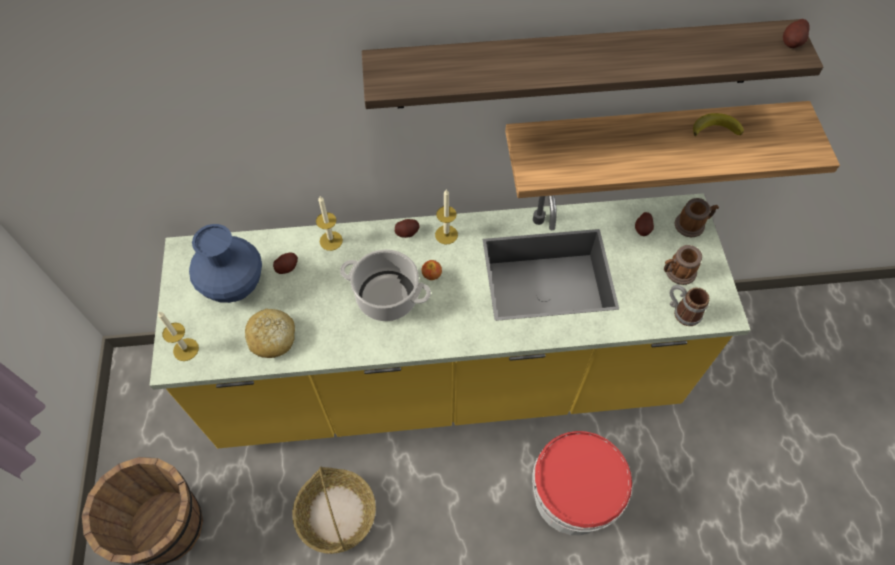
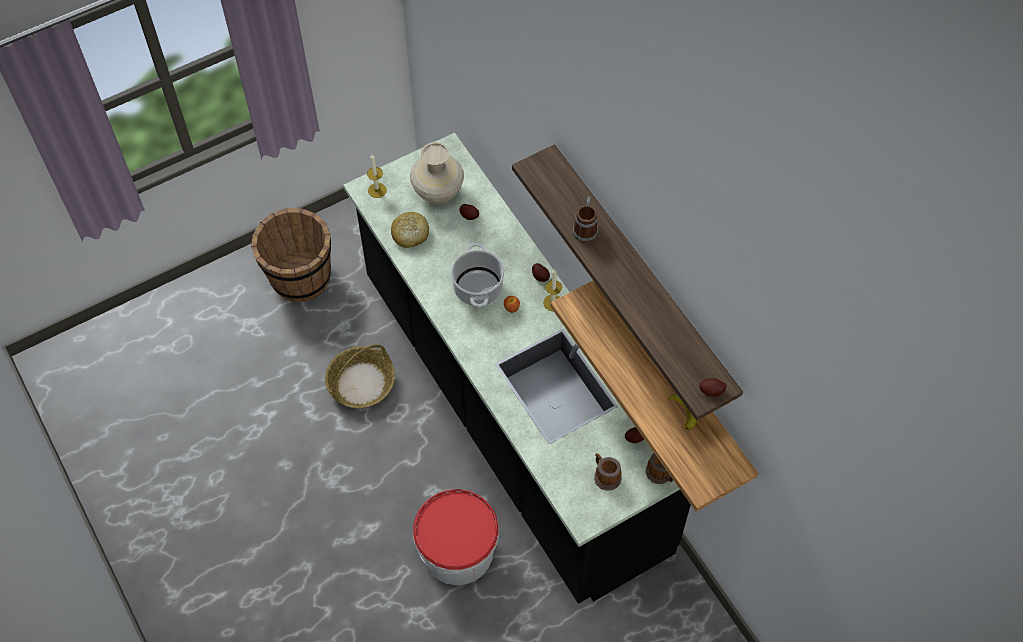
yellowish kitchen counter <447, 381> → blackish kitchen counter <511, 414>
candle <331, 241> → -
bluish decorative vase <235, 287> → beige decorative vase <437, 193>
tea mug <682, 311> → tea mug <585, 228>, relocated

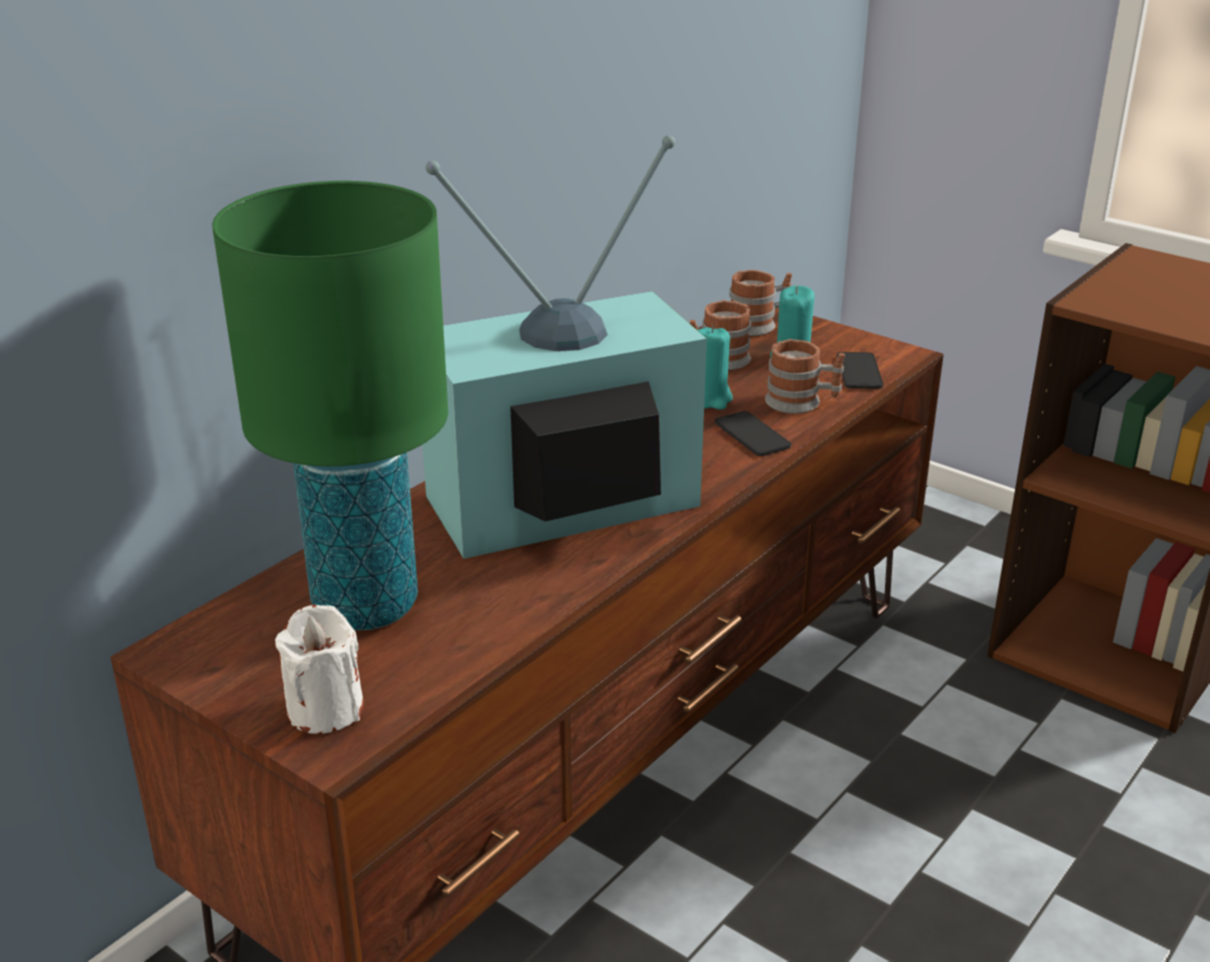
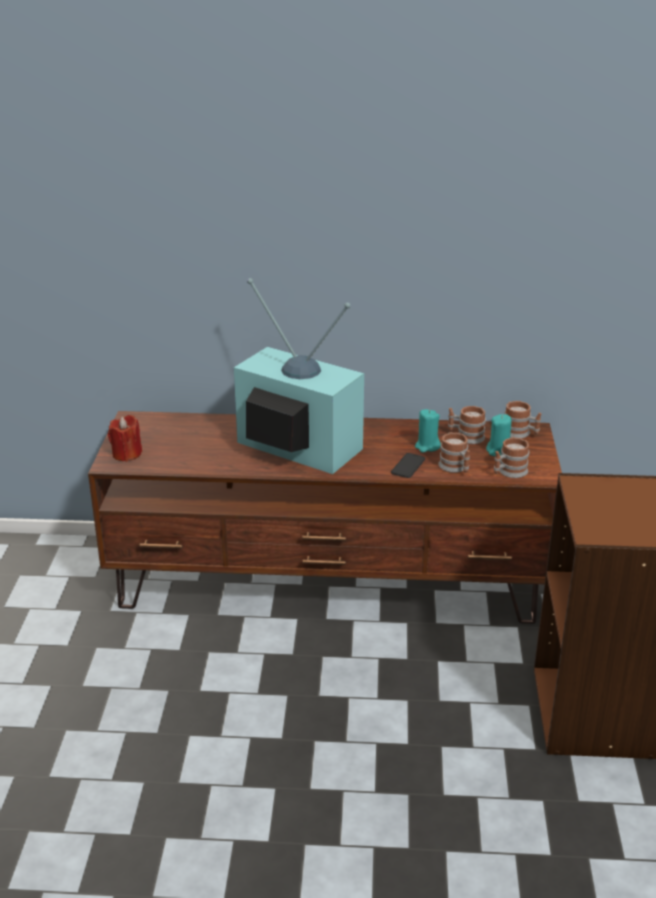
green-coloured lamp for a table <366, 605> → -
telephone <859, 371> → tea mug <509, 472>
white candle <325, 709> → reddish candle <127, 454>

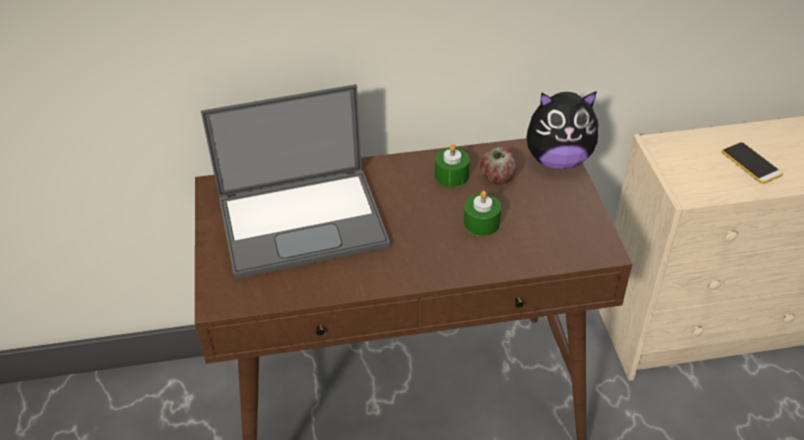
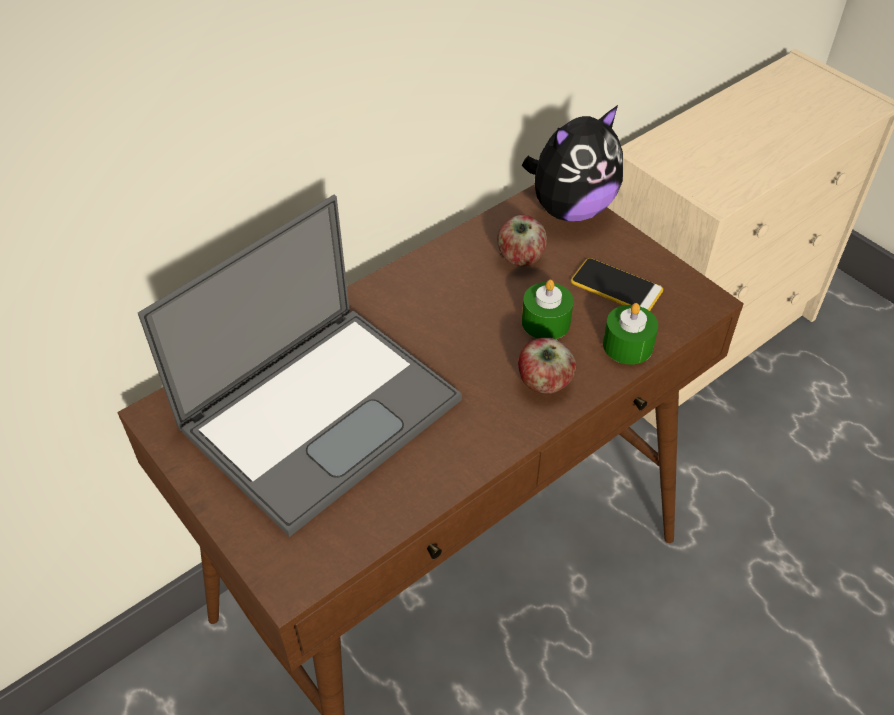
telephone <751, 163> → telephone <616, 286>, relocated
green-coloured candle <451, 176> → green-coloured candle <627, 345>, relocated
- → whole apple <544, 383>

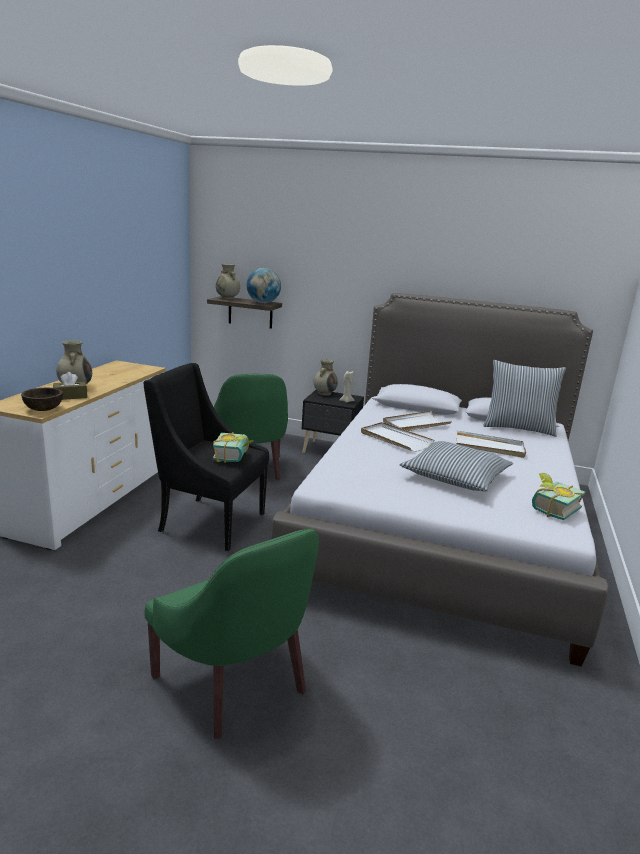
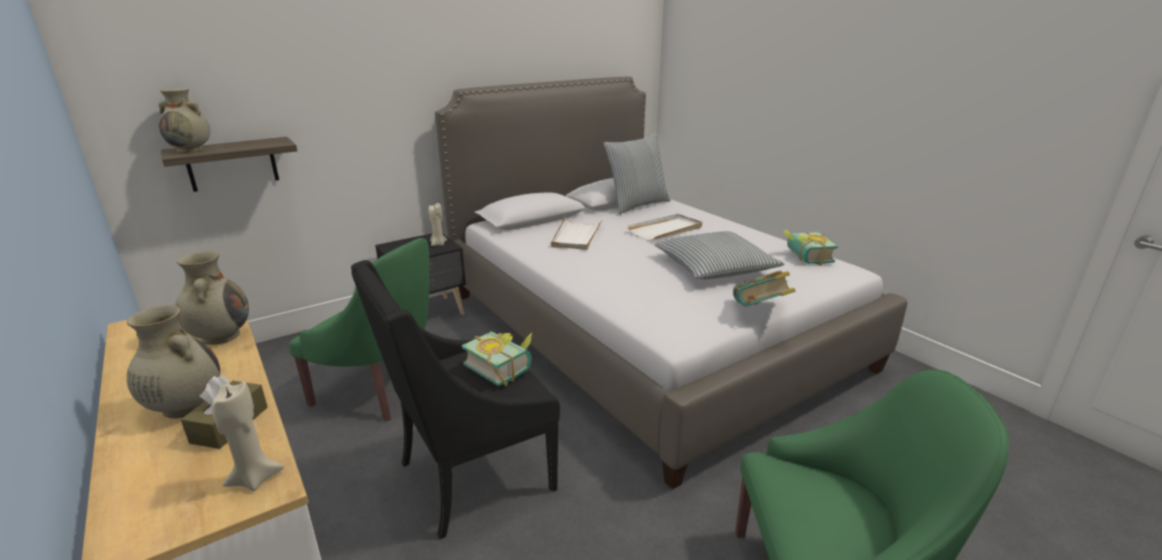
globe <263, 303> → -
beige decorative vase <324, 393> → beige decorative vase <221, 335>, relocated
brown deep dish <44, 409> → beige candle <254, 478>
white serving tray <395, 439> → -
- → bound book <760, 311>

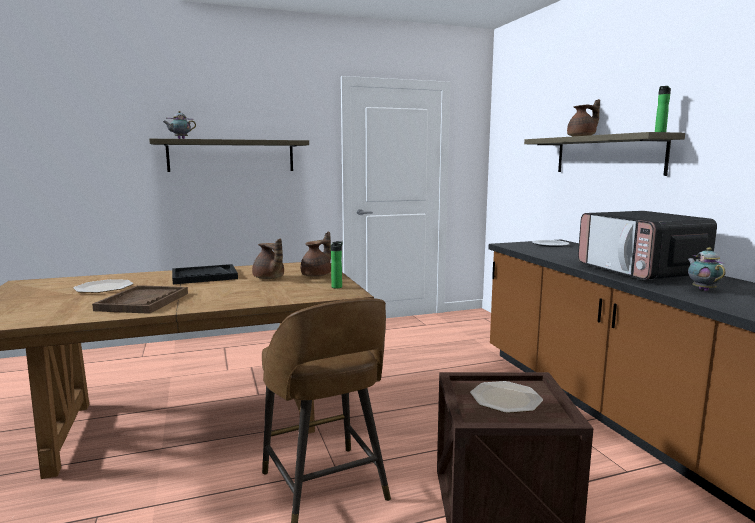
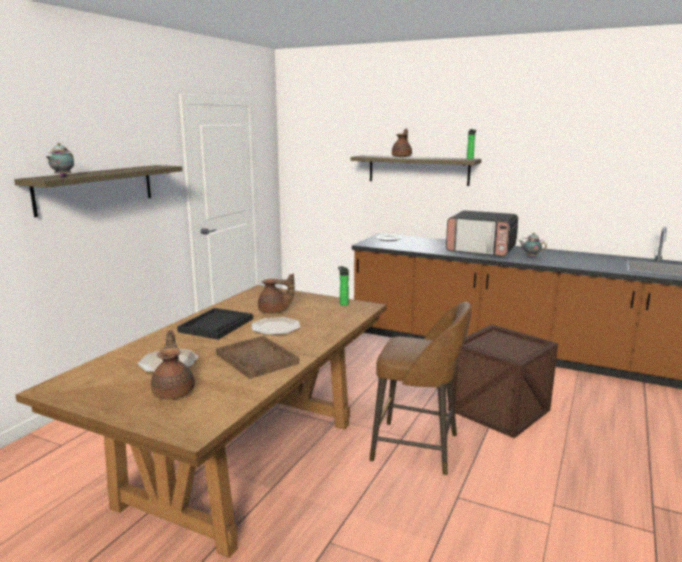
brown pot for tea <317, 275> → brown pot for tea <174, 392>, relocated
flat dish <506, 398> → flat dish <276, 327>, relocated

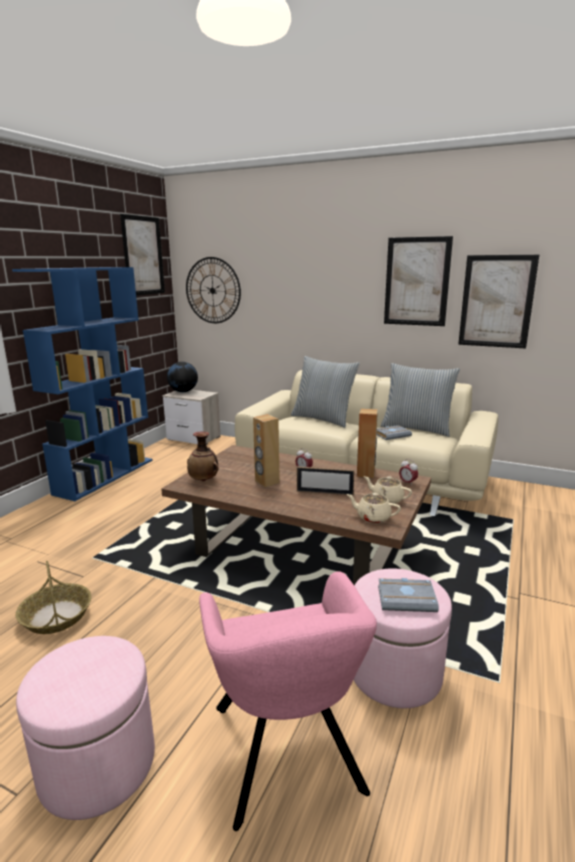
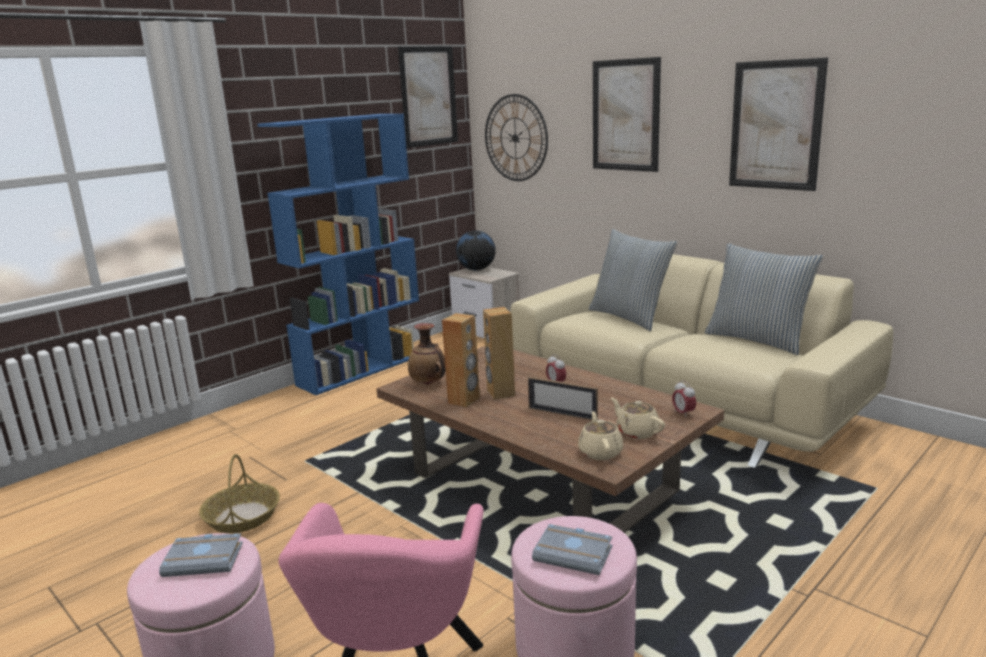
picture <496, 301> → picture <625, 115>, relocated
brown loudspeaker <366, 473> → brown loudspeaker <464, 400>, relocated
gray bound book <392, 435> → gray bound book <205, 559>, relocated
beige pot for tea <372, 517> → beige pot for tea <600, 452>, 45 degrees clockwise

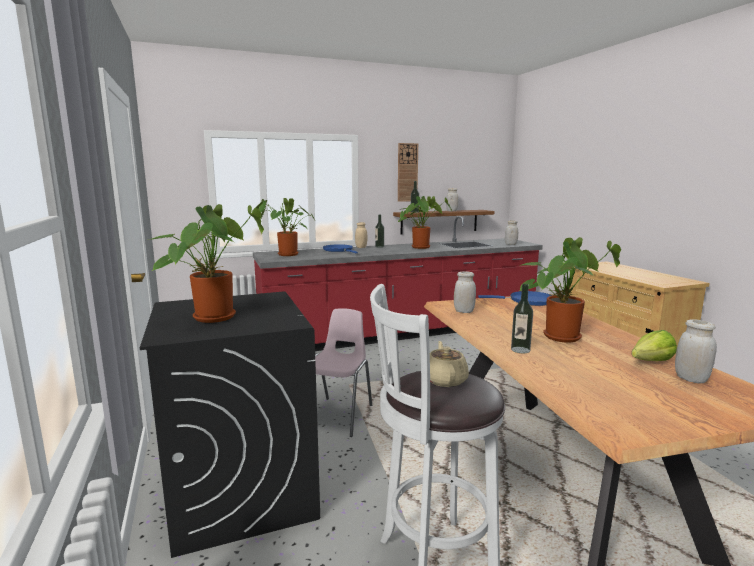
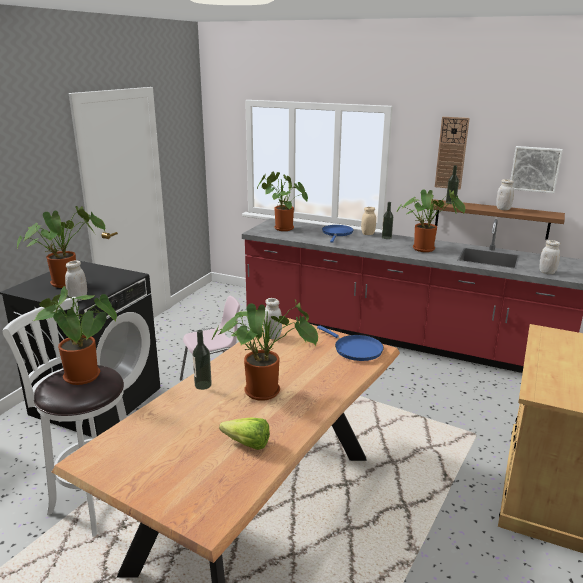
white preserve jar <691, 379> → white preserve jar <78, 298>, relocated
beige pot for tea <445, 380> → potted plant <86, 377>
- → picture <535, 169>

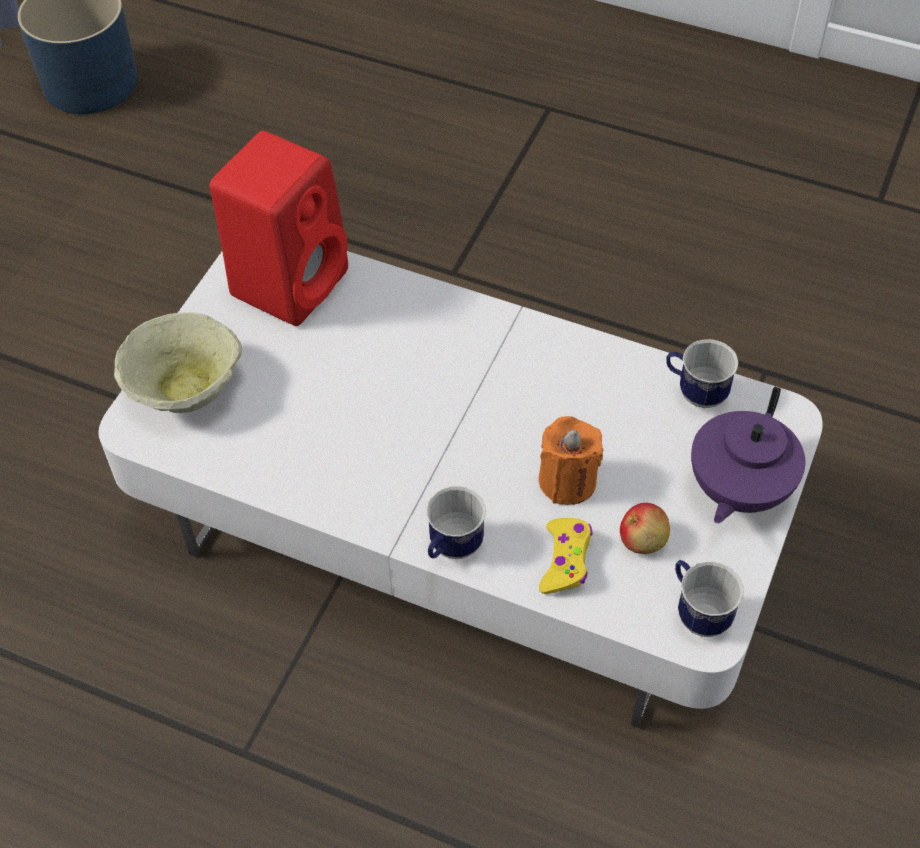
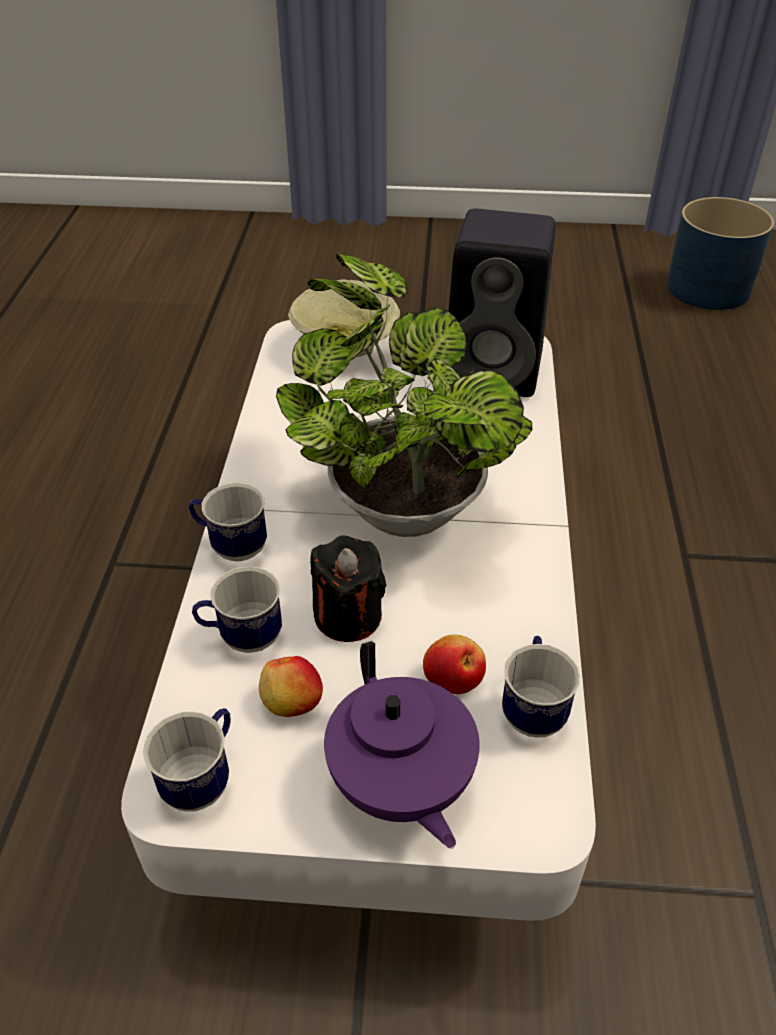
reddish loudspeaker <291, 280> → blackish loudspeaker <497, 370>
purplish pot for tea <737, 490> → purplish pot for tea <400, 785>, 120 degrees counterclockwise
orangey candle <567, 481> → blackish candle <348, 616>
yellowish joypad <565, 560> → tea mug <242, 638>
- → potted plant <399, 503>
- → whole apple <453, 678>

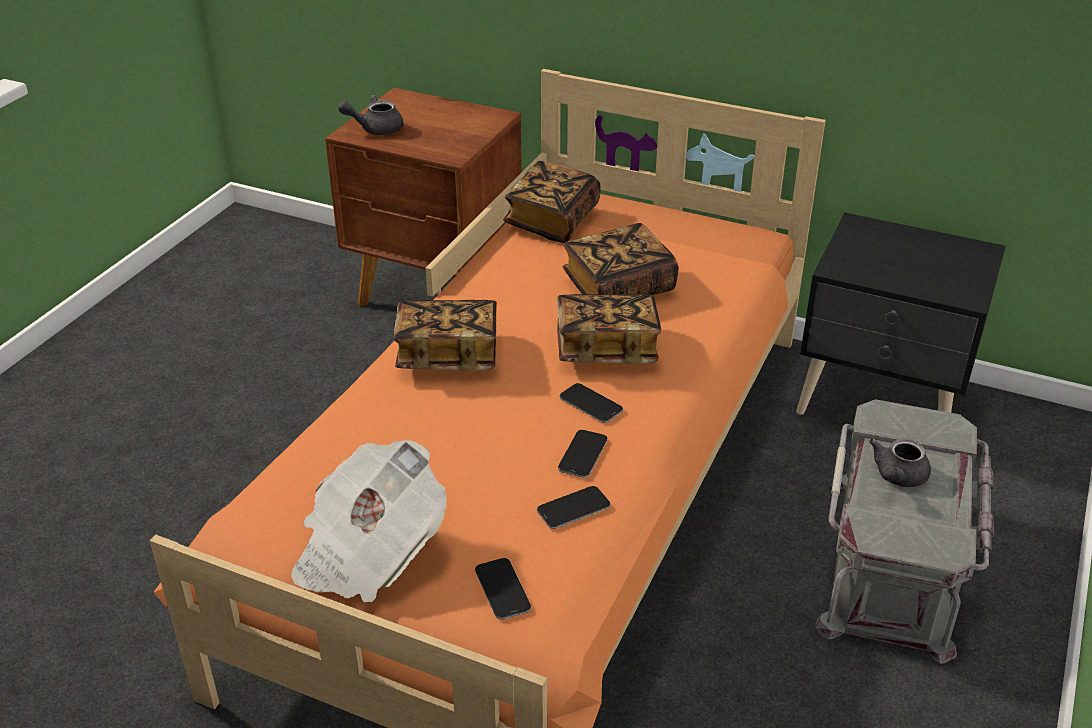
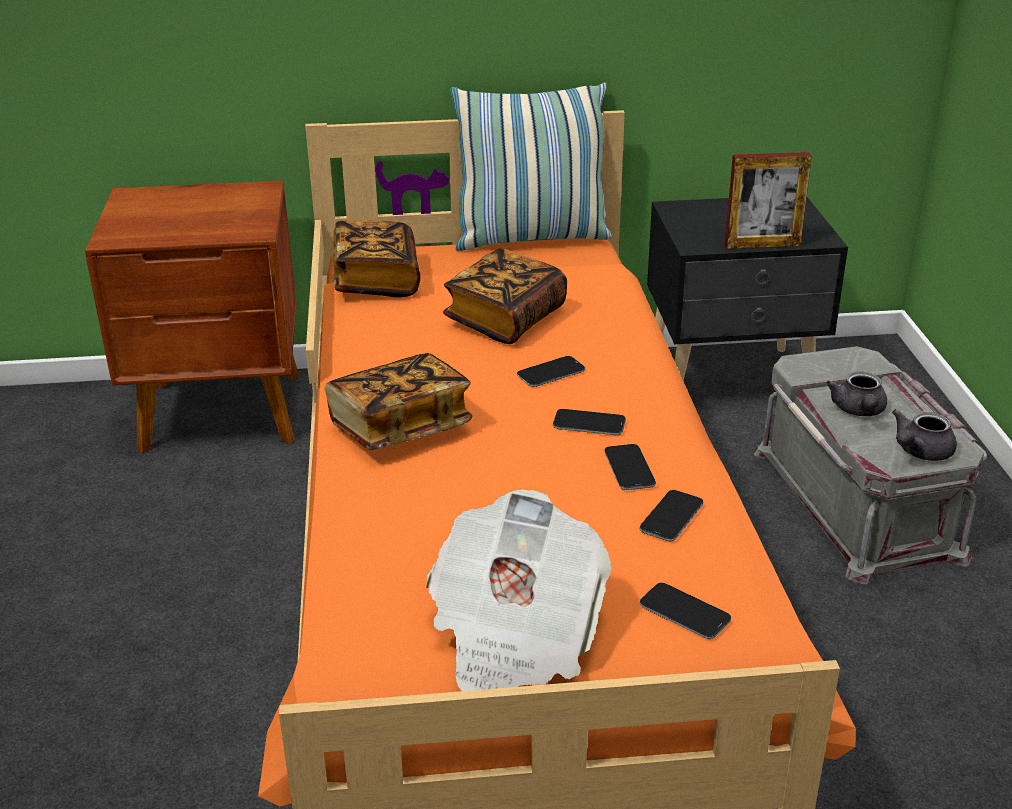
gray pot for tea <375, 129> → gray pot for tea <919, 452>, relocated
bound book <606, 349> → telephone <551, 373>
- → cushion <531, 238>
- → photo frame <762, 245>

